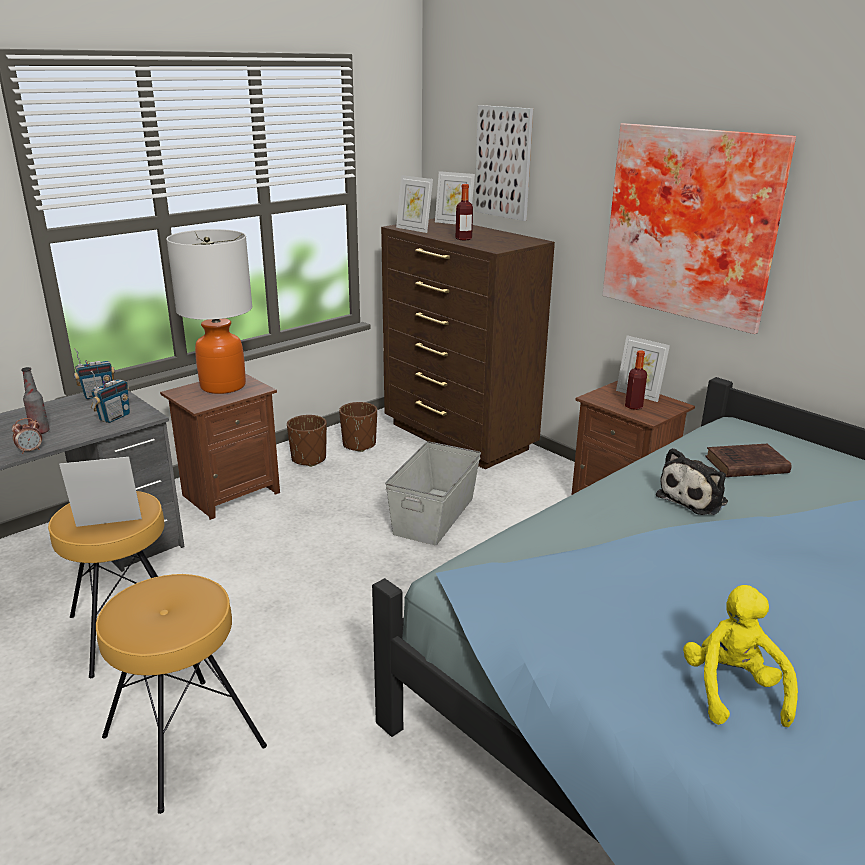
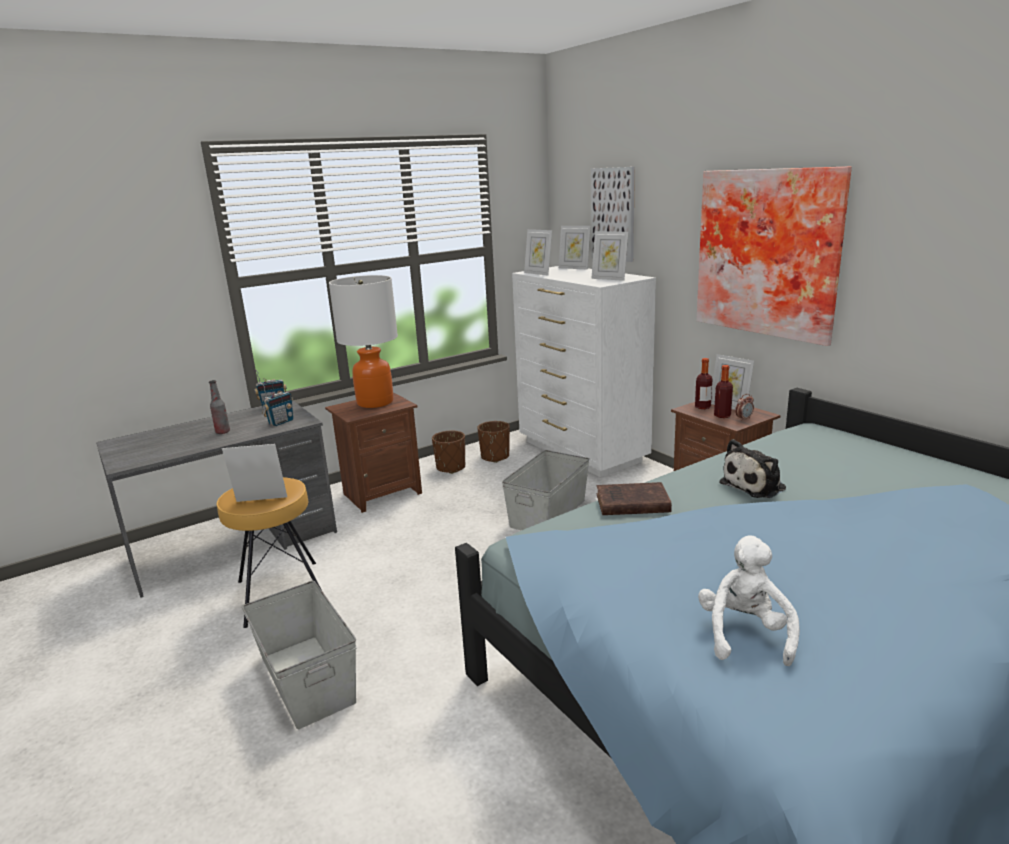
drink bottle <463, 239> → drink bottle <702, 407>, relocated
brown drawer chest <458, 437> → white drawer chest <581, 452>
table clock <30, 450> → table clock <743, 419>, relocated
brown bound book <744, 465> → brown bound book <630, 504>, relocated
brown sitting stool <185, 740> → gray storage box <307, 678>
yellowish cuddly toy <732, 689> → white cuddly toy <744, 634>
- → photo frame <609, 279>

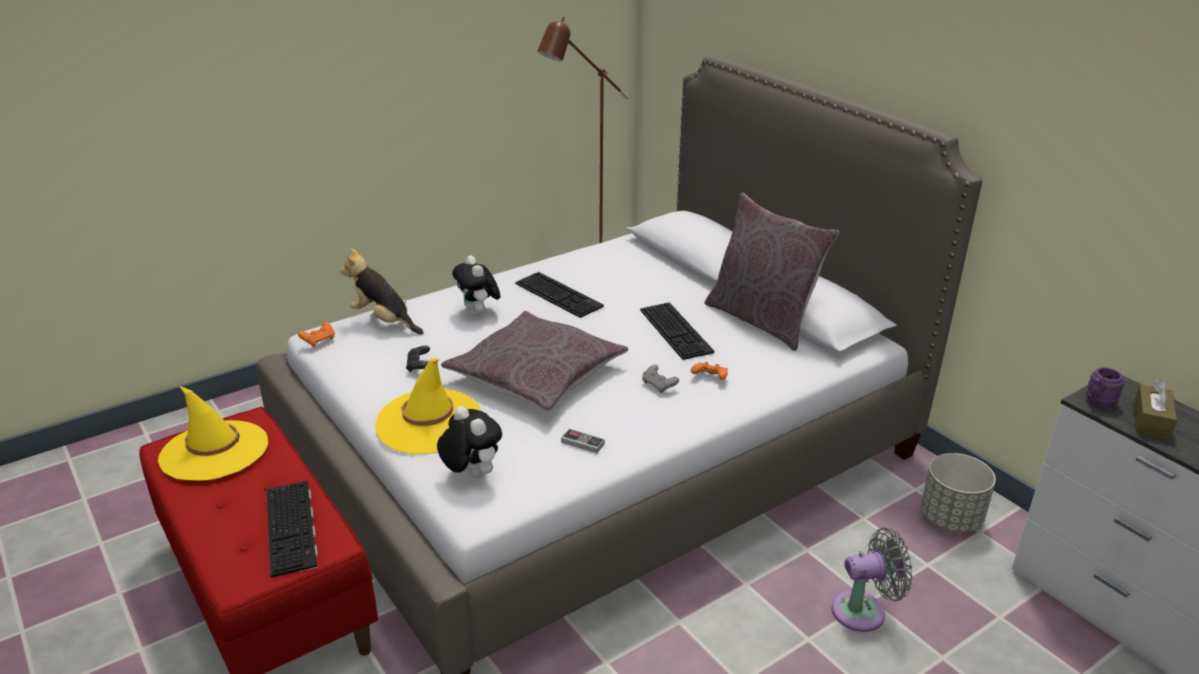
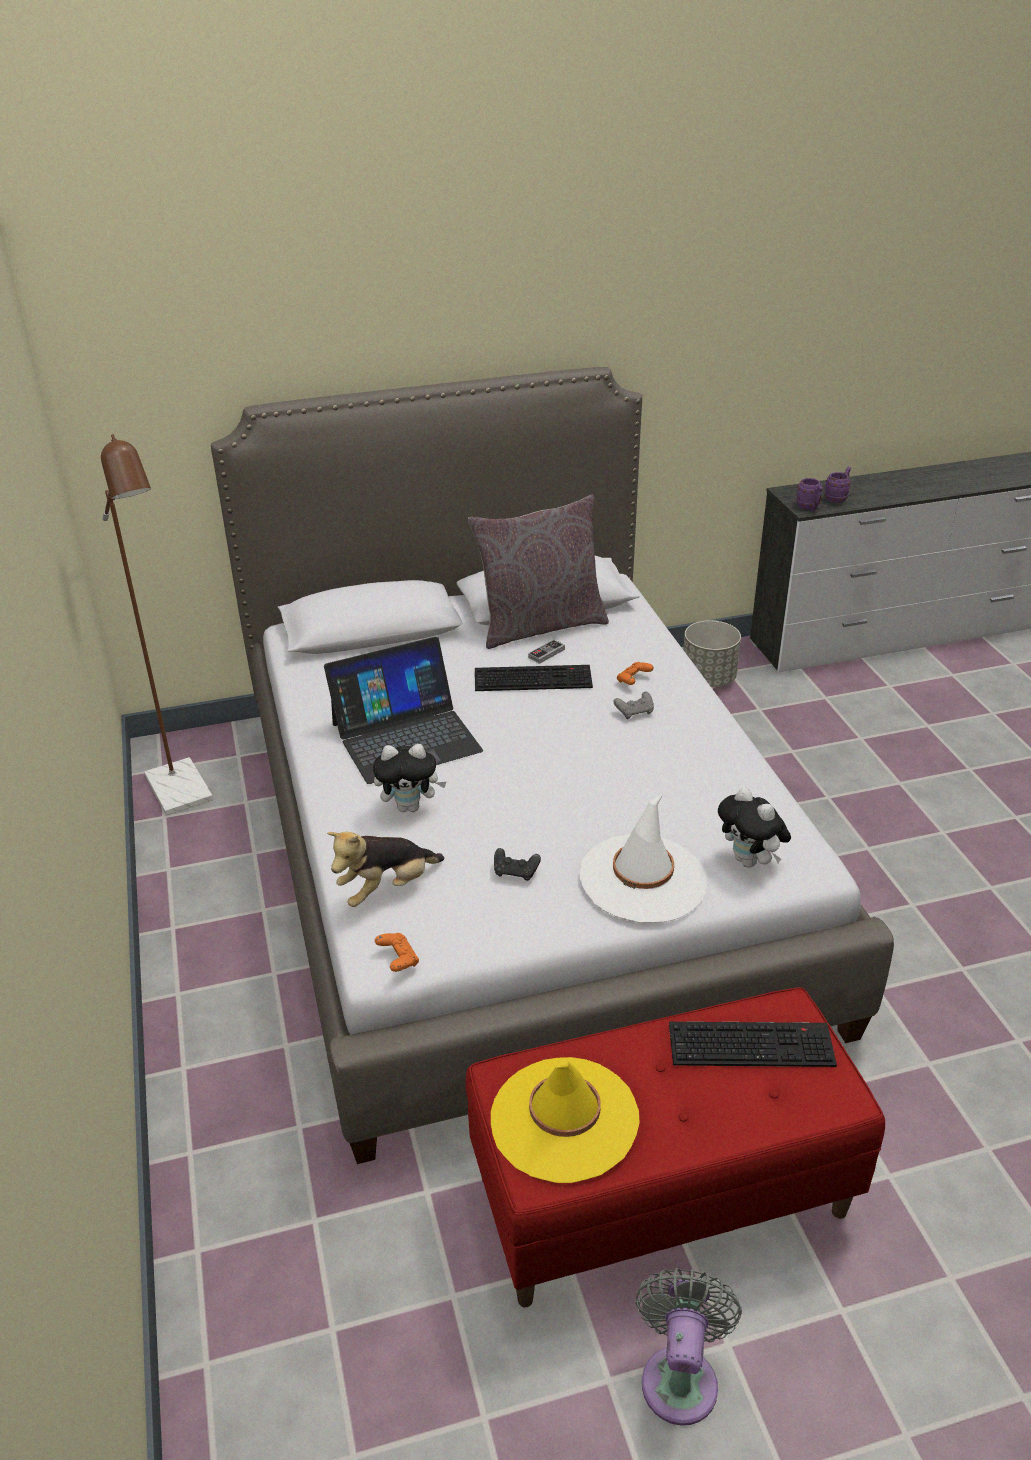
computer keyboard <560, 295> → laptop <405, 737>
gray cushion <536, 374> → -
yellowish hat <429, 422> → white hat <643, 879>
brown tissue box <1150, 421> → purplish tea mug <837, 498>
cuddly toy <471, 474> → cuddly toy <750, 861>, 105 degrees counterclockwise
joypad <582, 443> → joypad <546, 653>, relocated
gray fan <864, 611> → gray fan <680, 1376>, relocated

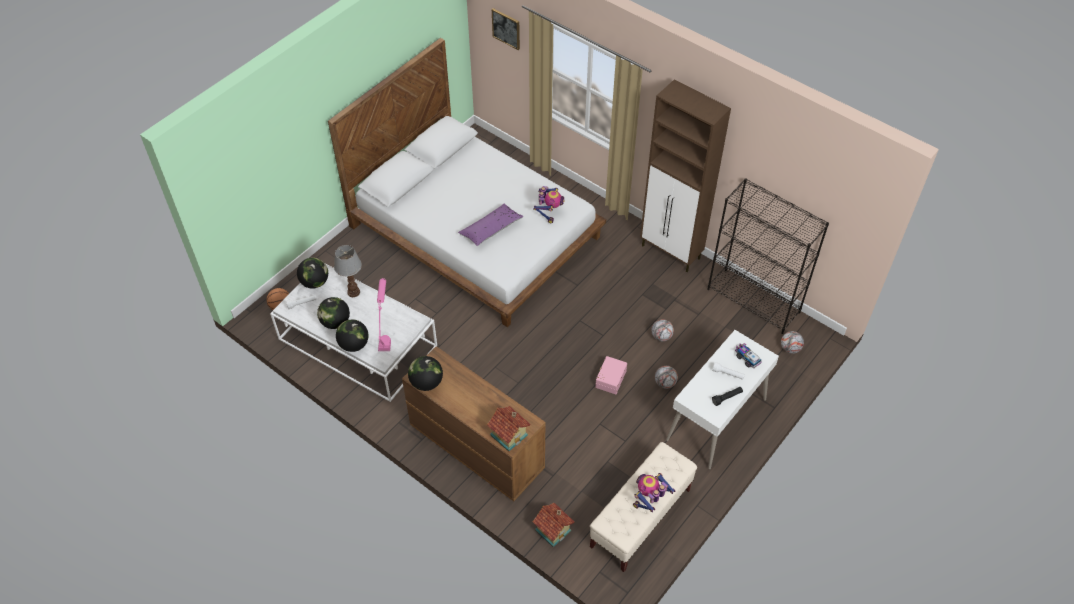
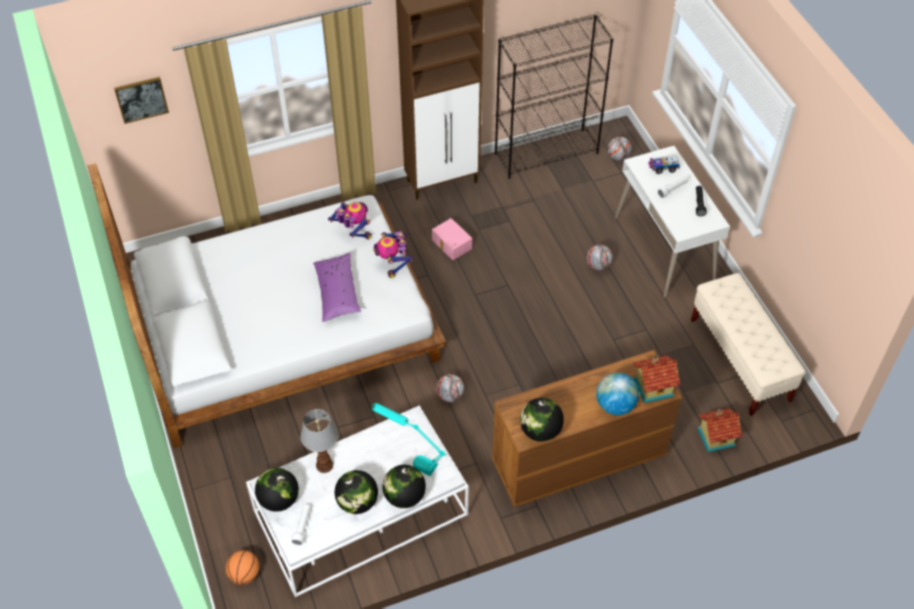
pinkish lamp for a table <385, 334> → blue-green lamp for a table <410, 458>
football <661, 336> → football <450, 395>, relocated
pinkish storage box <610, 378> → pinkish storage box <451, 244>, relocated
robot figure <650, 500> → robot figure <393, 263>, relocated
- → globe <615, 405>

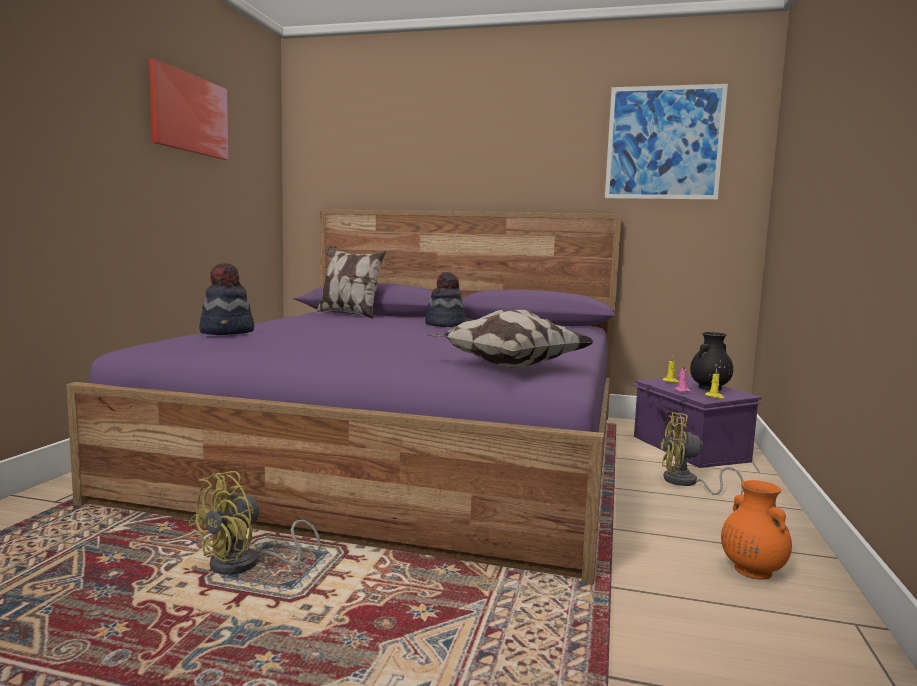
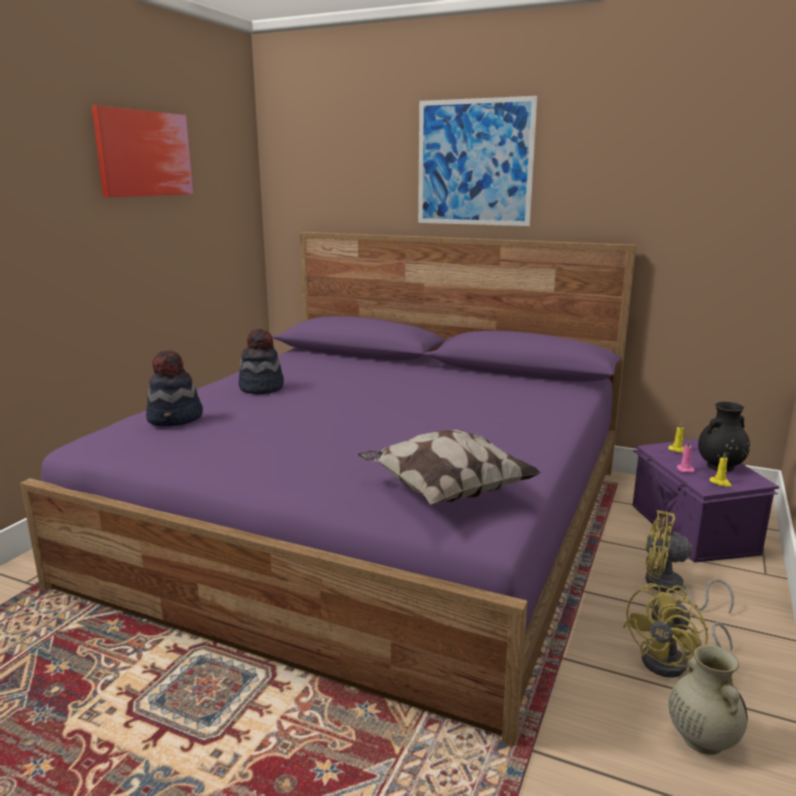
picture <664, 143> → picture <474, 163>, relocated
cushion <349, 315> → -
hat <445, 324> → hat <261, 388>, relocated
yellowish fan <246, 565> → yellowish fan <674, 664>, relocated
orangey decorative vase <751, 570> → beige decorative vase <701, 738>

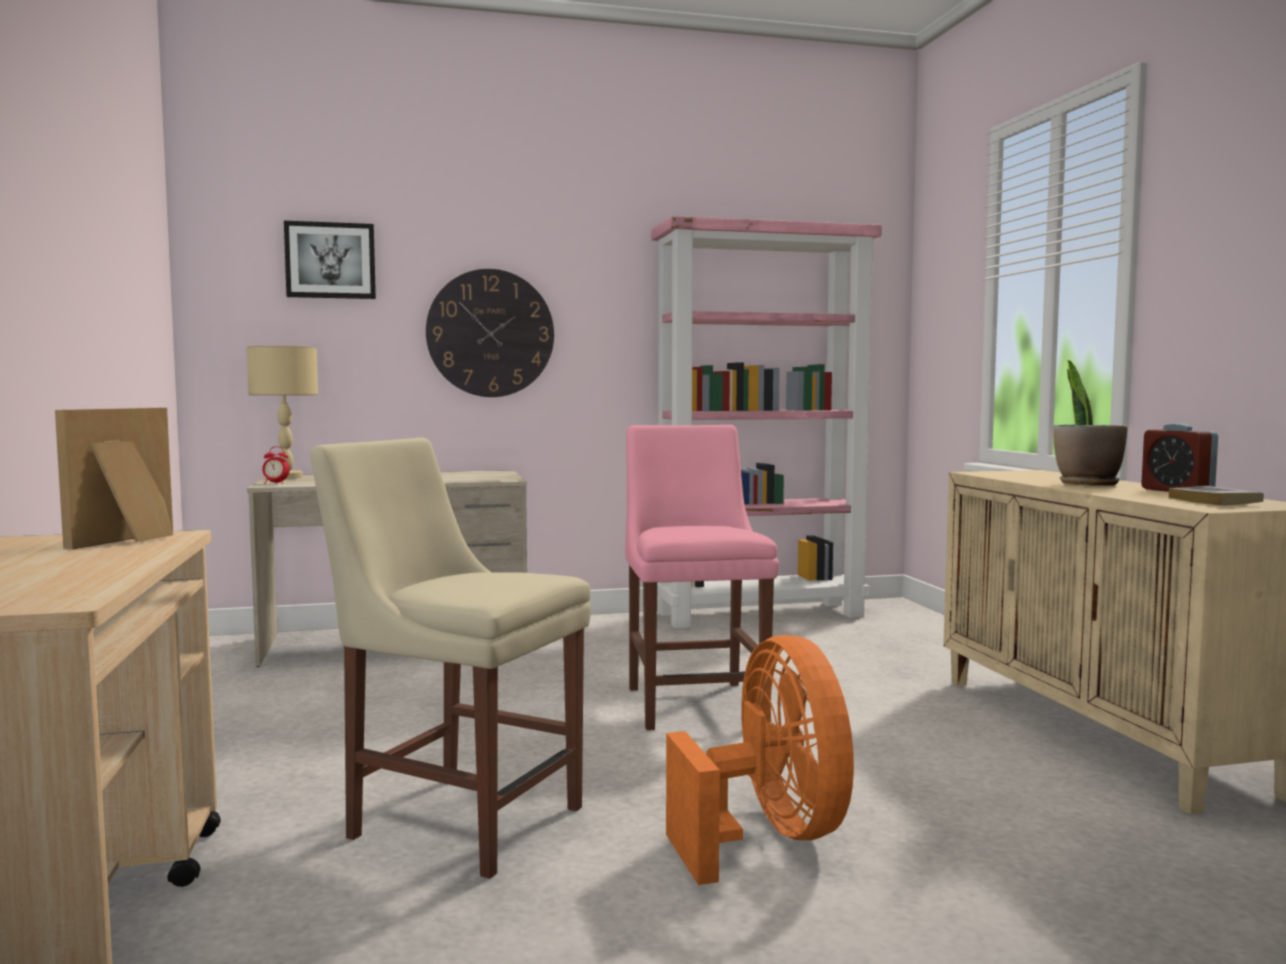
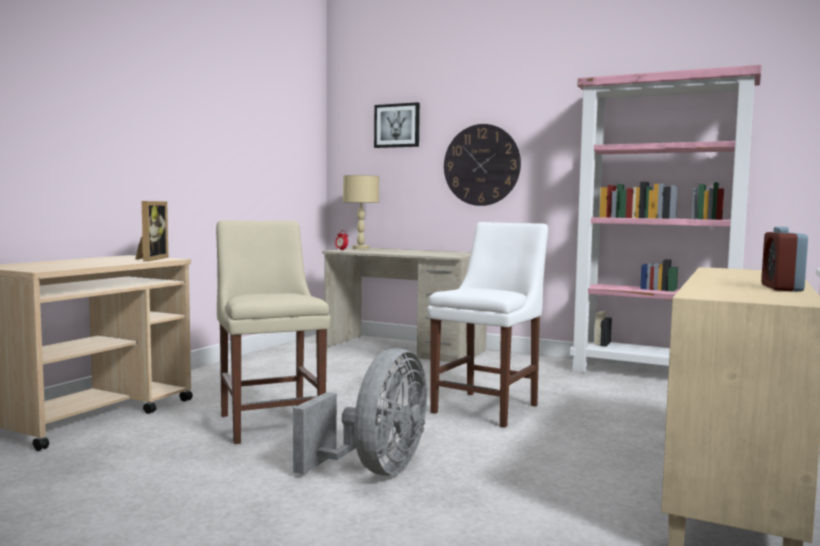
potted plant <1087, 484> → -
photo frame <131, 540> → photo frame <150, 259>, 120 degrees clockwise
pinkish plain chair <694, 702> → white plain chair <488, 407>
bound book <1214, 502> → -
orangey fan <769, 837> → gray fan <375, 470>

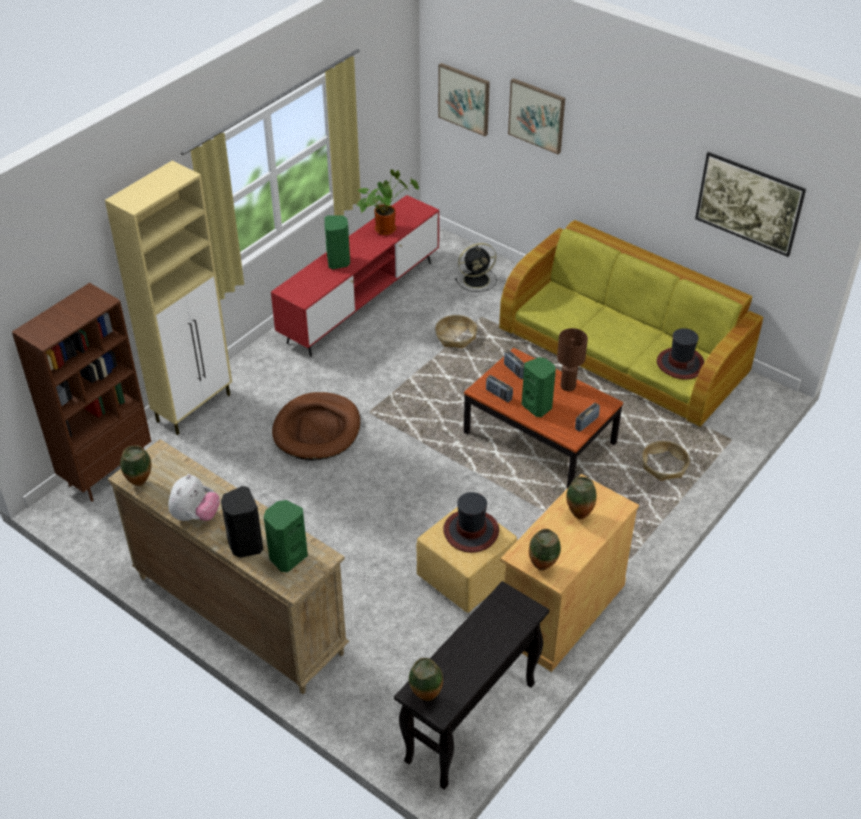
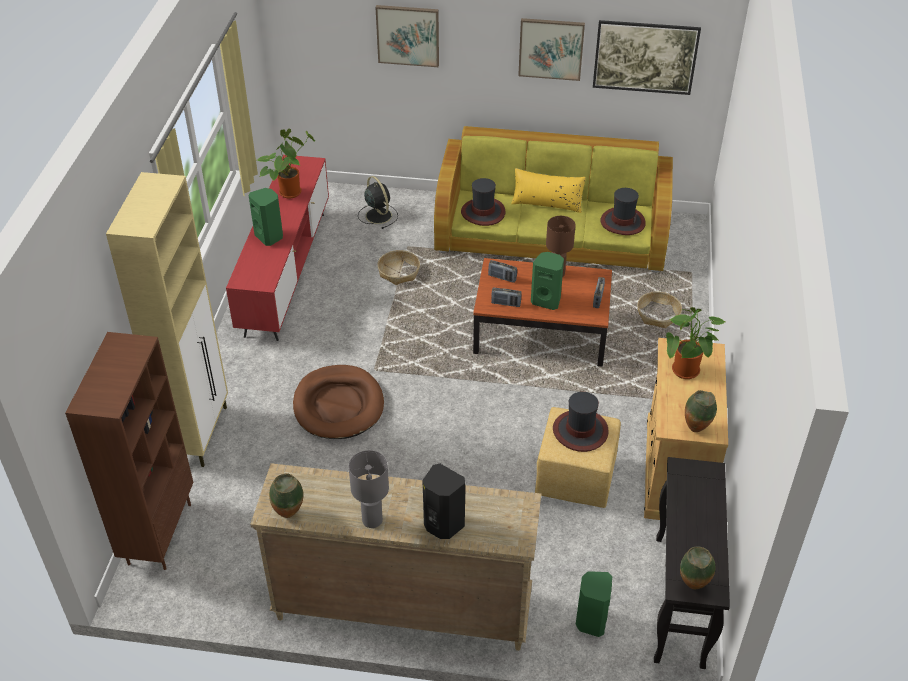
picture <464, 99> → picture <551, 48>, relocated
blackish fan <477, 280> → blackish fan <378, 215>, 75 degrees counterclockwise
cuddly toy <195, 516> → gray lamp for a table <372, 520>
decorative vase <578, 515> → potted plant <686, 373>
green-coloured loudspeaker <287, 557> → green-coloured loudspeaker <590, 621>, relocated
- → yellowish cushion <547, 203>
- → hat <483, 212>

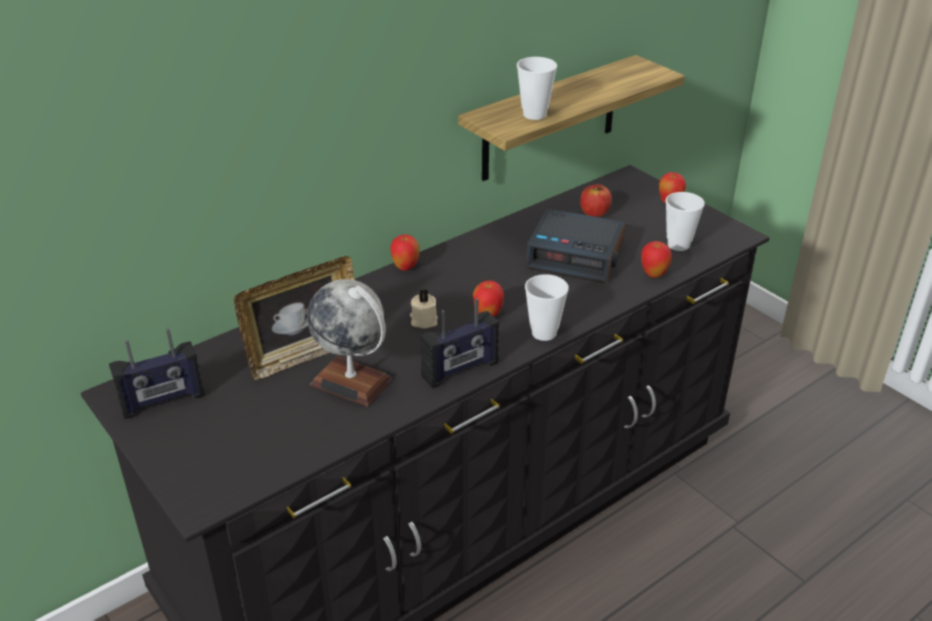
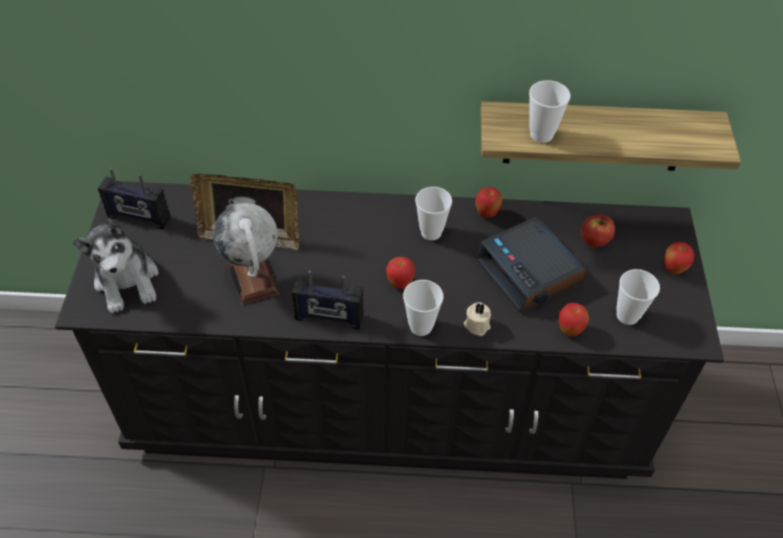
whole apple <405, 268> → whole apple <486, 214>, relocated
beige candle <423, 320> → beige candle <477, 324>, relocated
- → cup <431, 232>
- → cuddly toy <127, 281>

